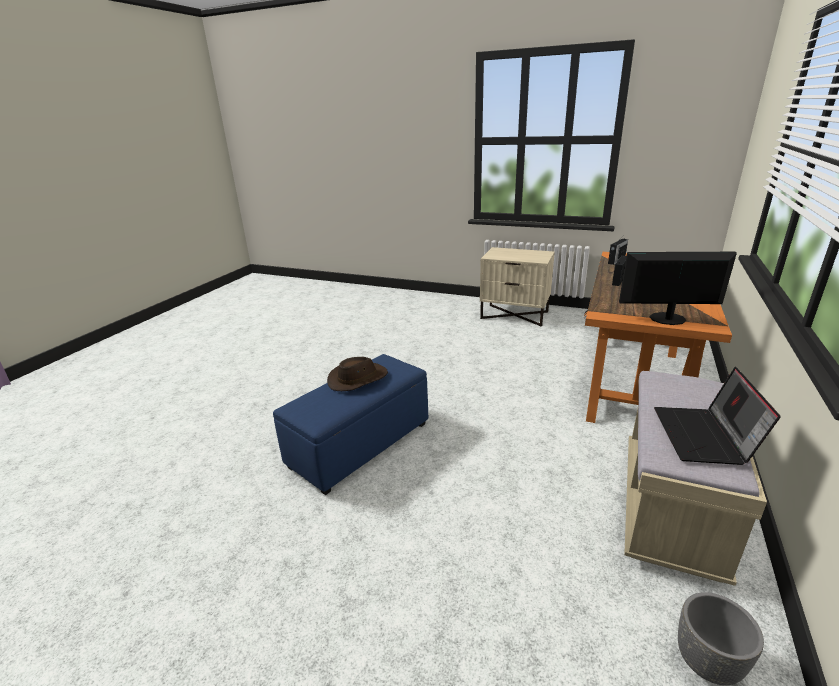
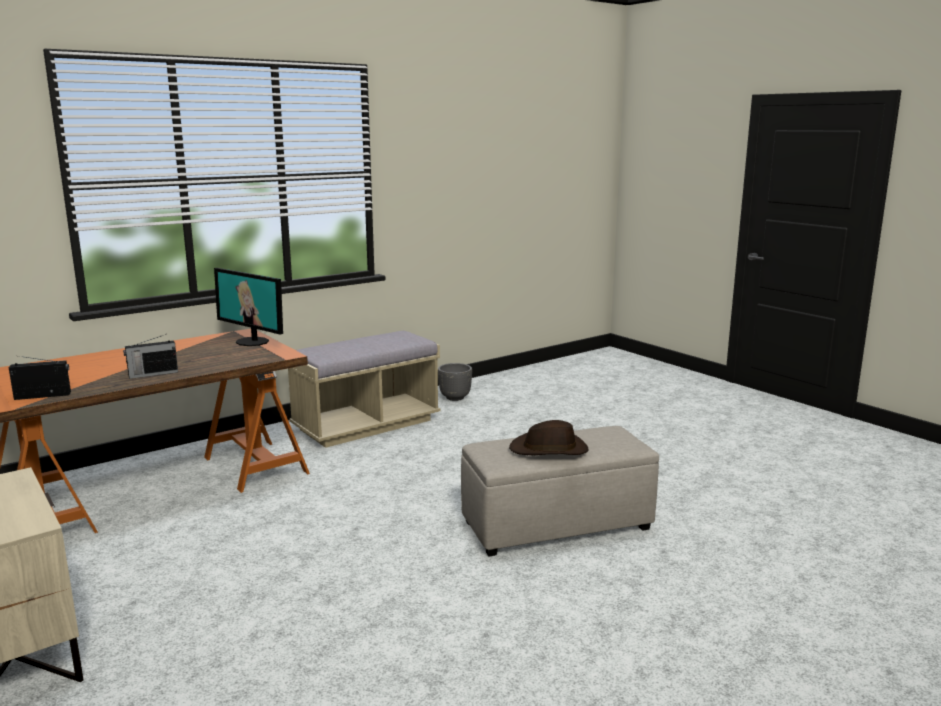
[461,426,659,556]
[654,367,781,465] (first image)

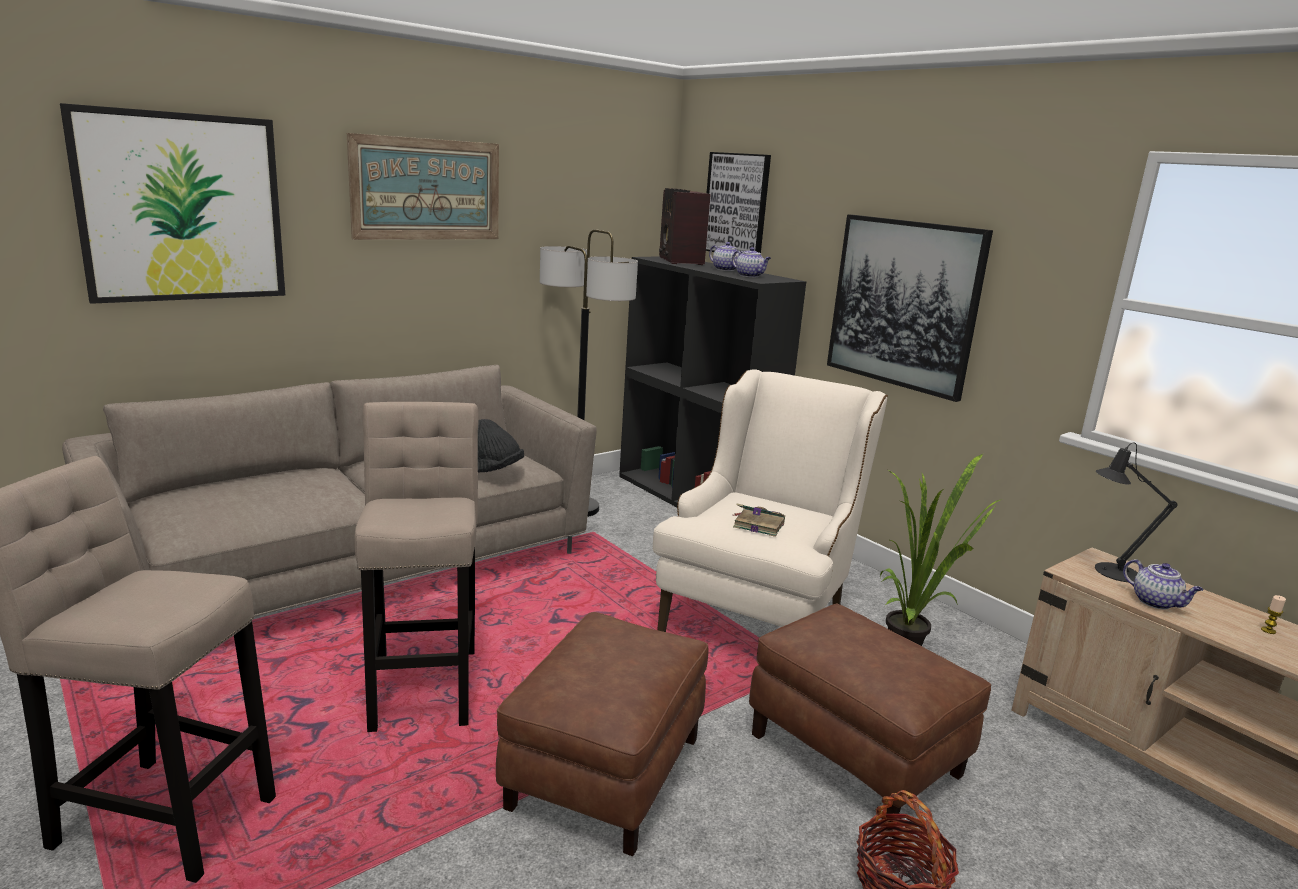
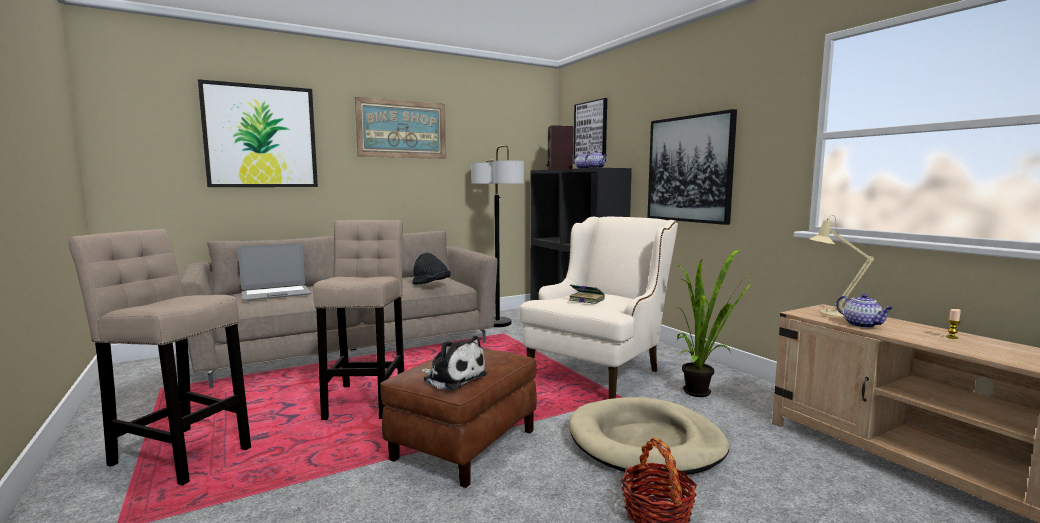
[238,243,311,301]
[420,336,487,390]
[569,397,729,476]
[810,215,874,317]

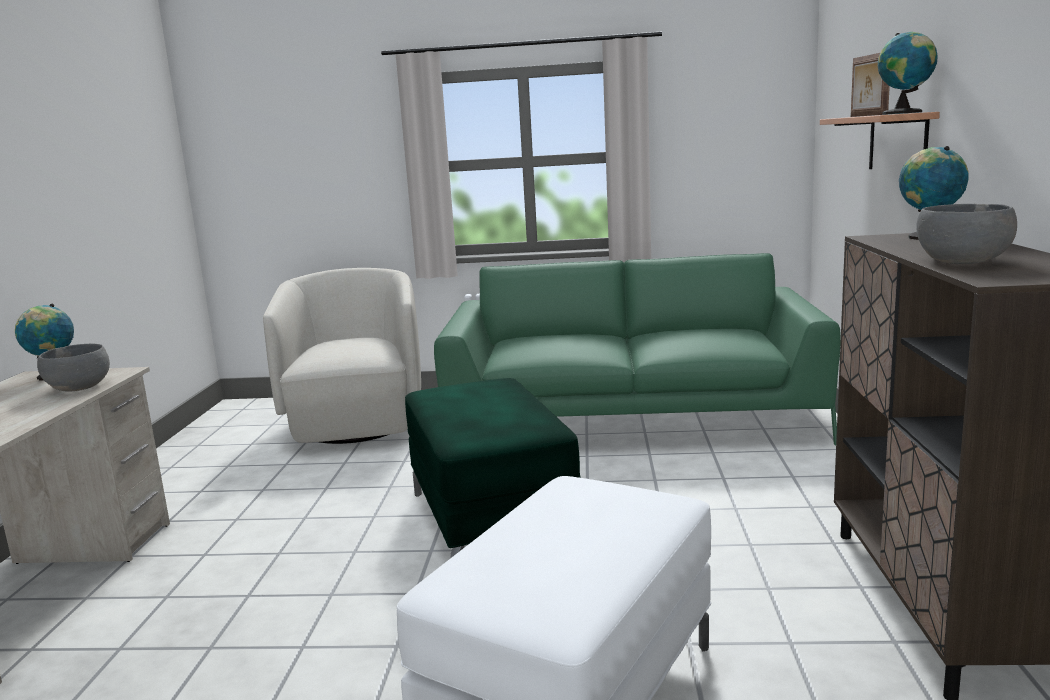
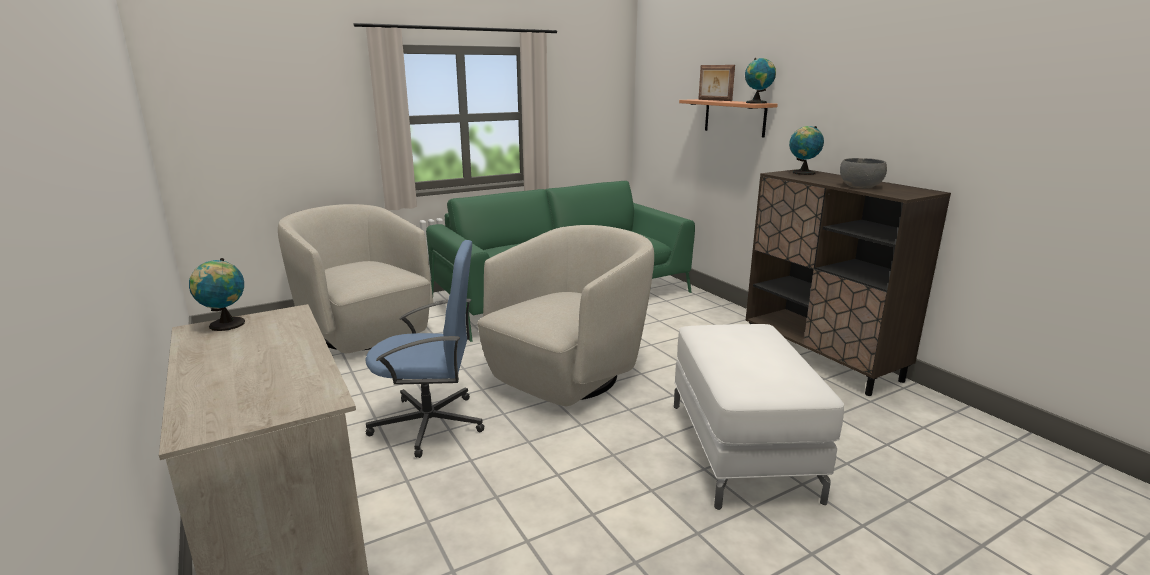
[365,240,485,458]
[477,225,654,406]
[37,344,110,392] (first image)

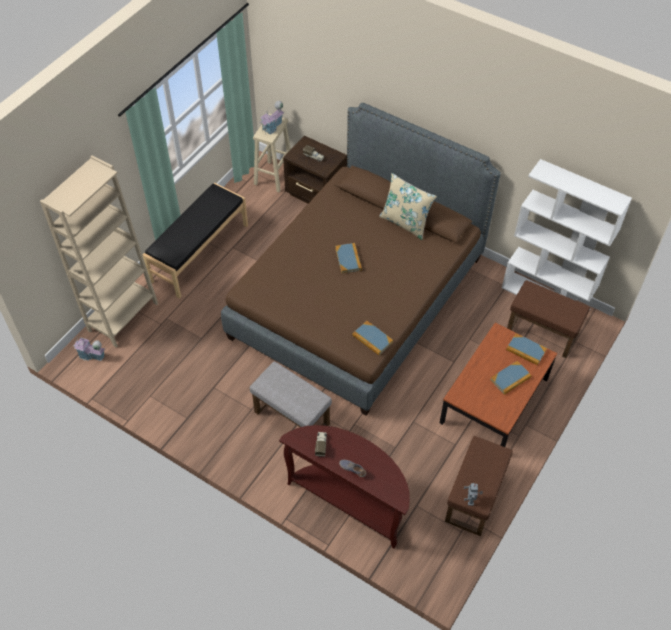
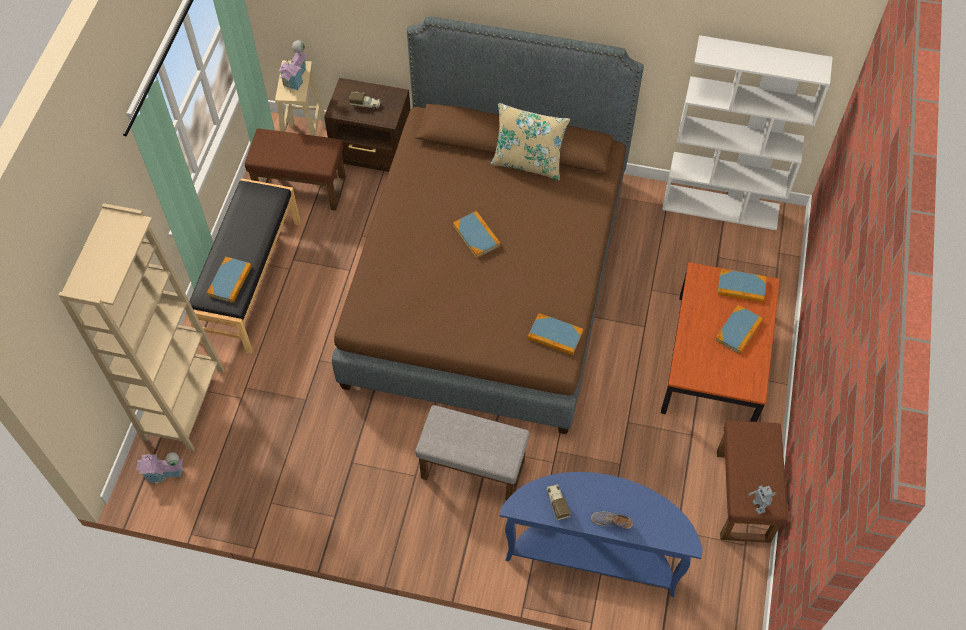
[207,257,252,303]
[245,129,346,211]
[500,472,703,597]

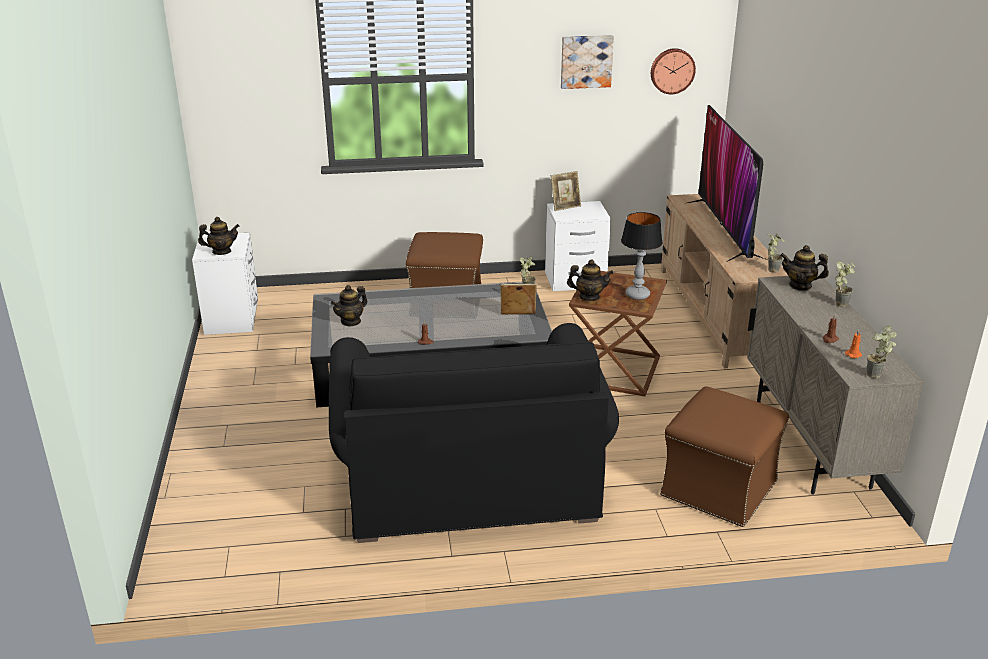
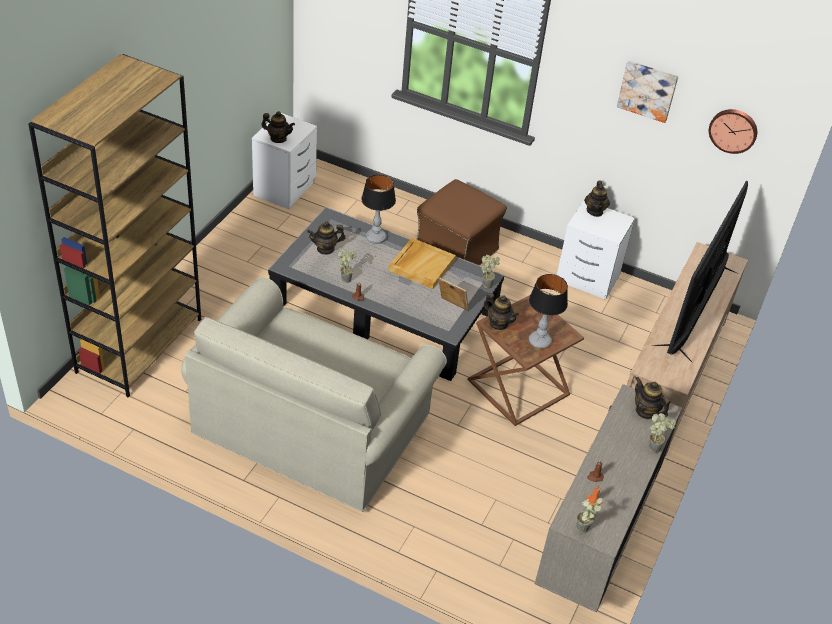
[28,54,201,397]
[181,277,447,512]
[338,249,357,283]
[361,174,396,244]
[388,238,456,289]
[584,181,610,217]
[660,386,789,527] (first image)

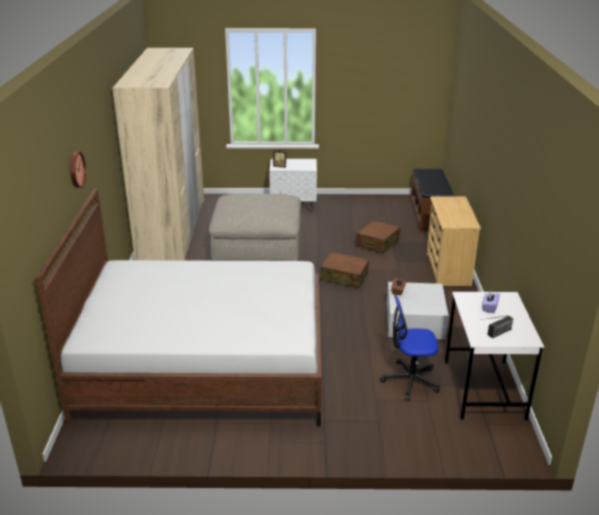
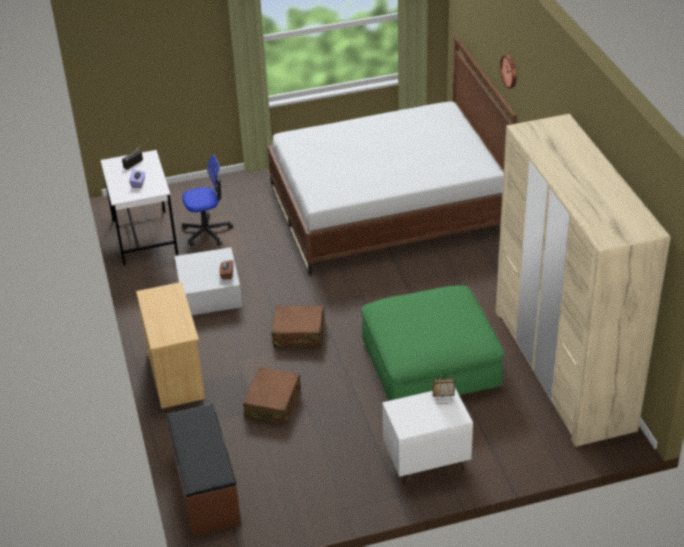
[361,285,504,401]

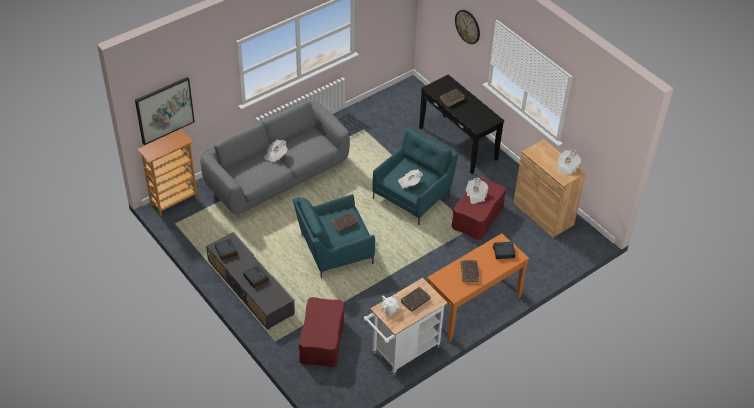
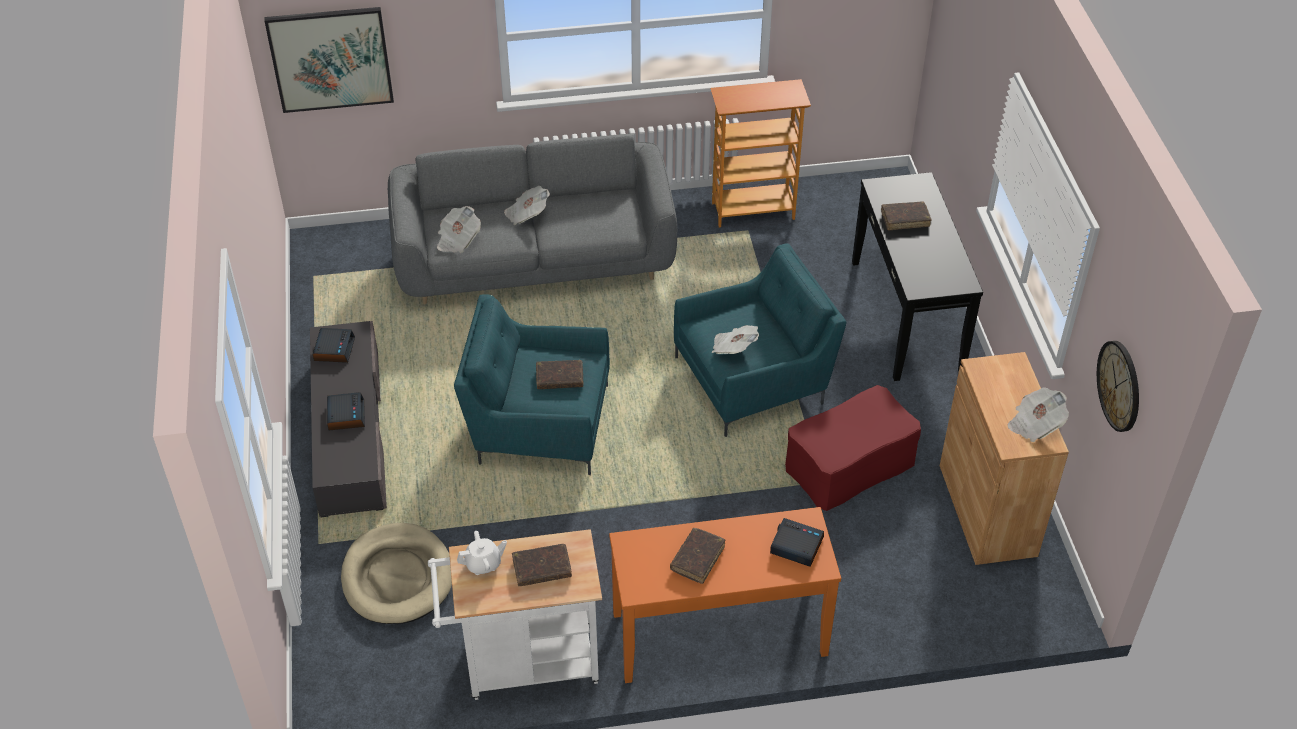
[341,523,452,624]
[437,206,481,253]
[710,79,811,227]
[1097,341,1139,432]

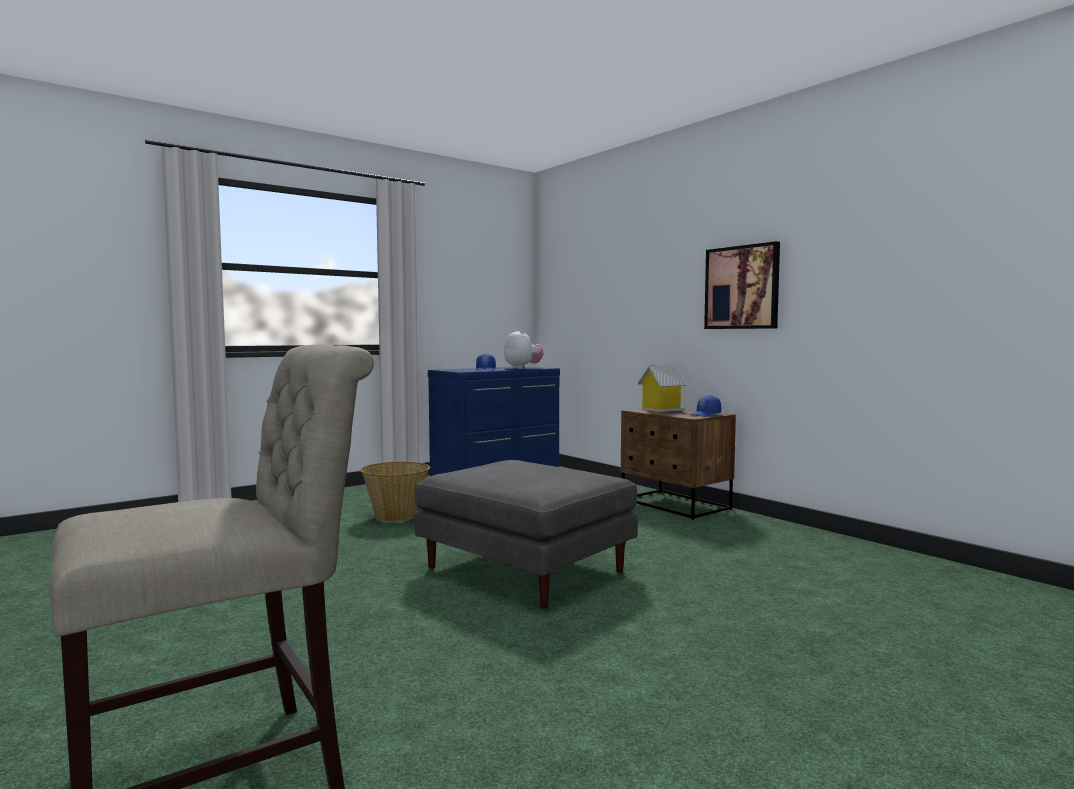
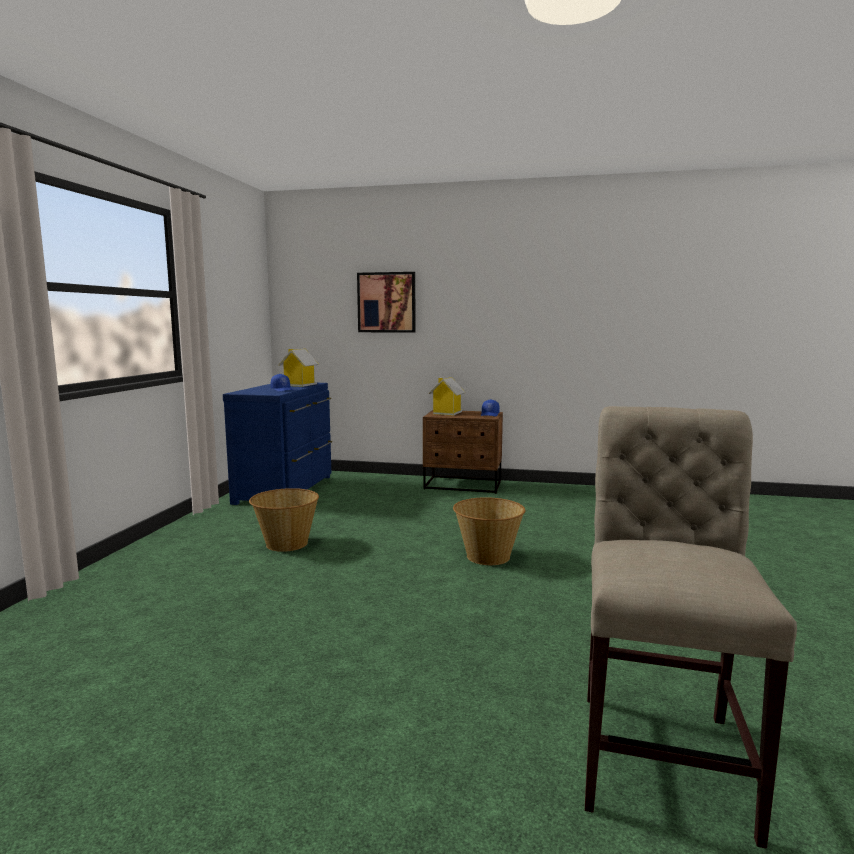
[279,349,319,387]
[357,272,415,333]
[453,497,525,565]

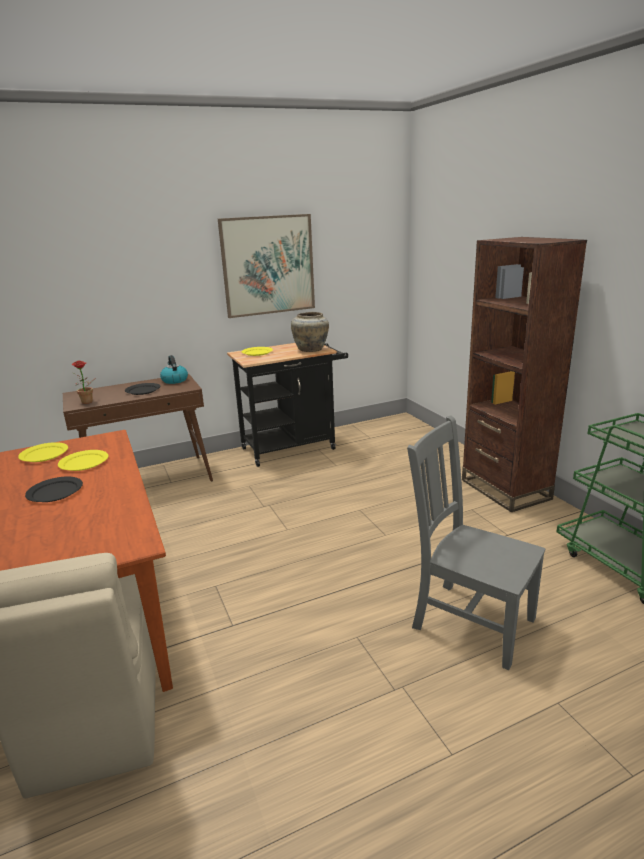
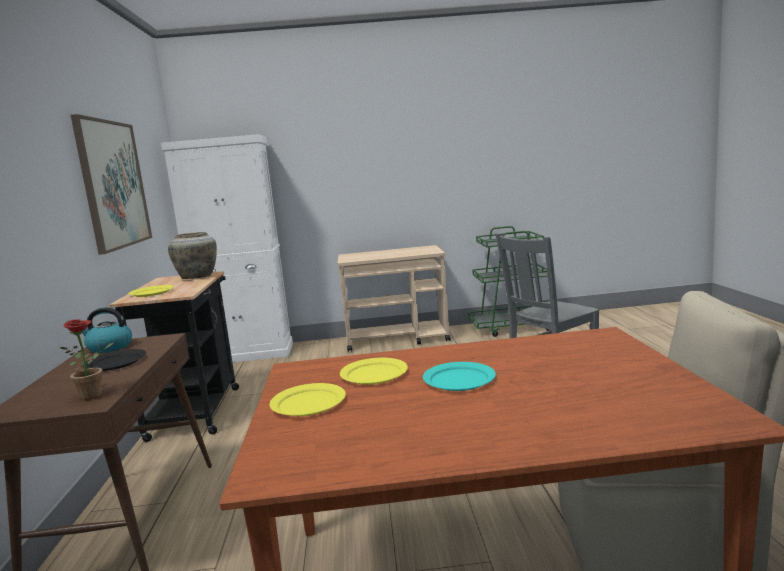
[161,134,293,363]
[337,245,451,352]
[423,362,496,391]

